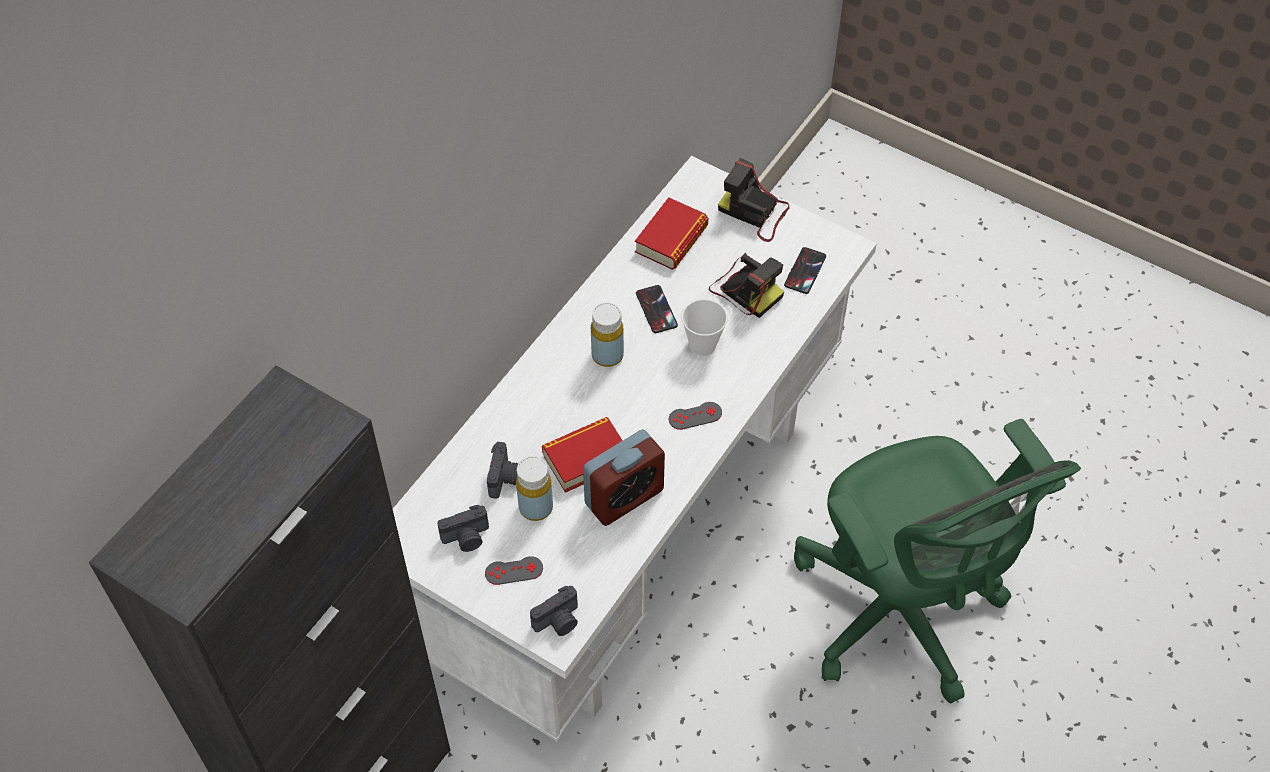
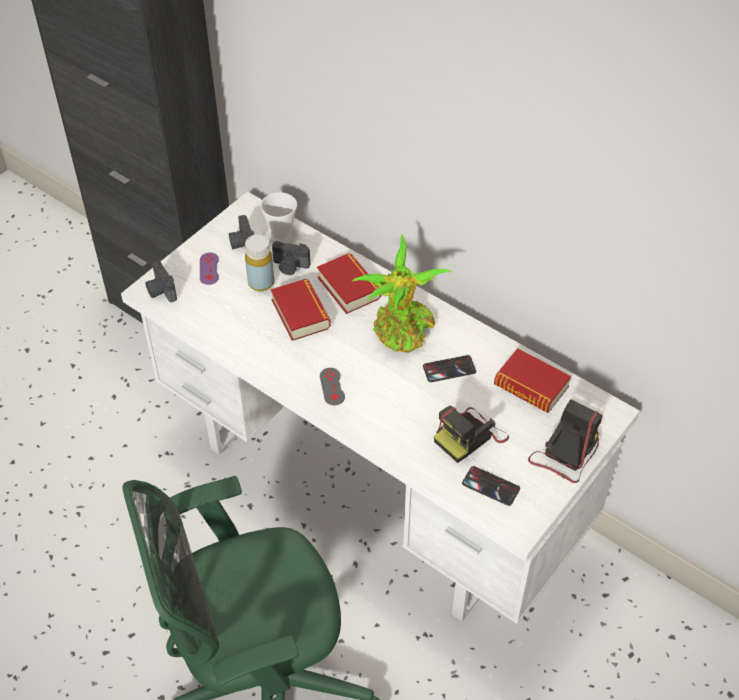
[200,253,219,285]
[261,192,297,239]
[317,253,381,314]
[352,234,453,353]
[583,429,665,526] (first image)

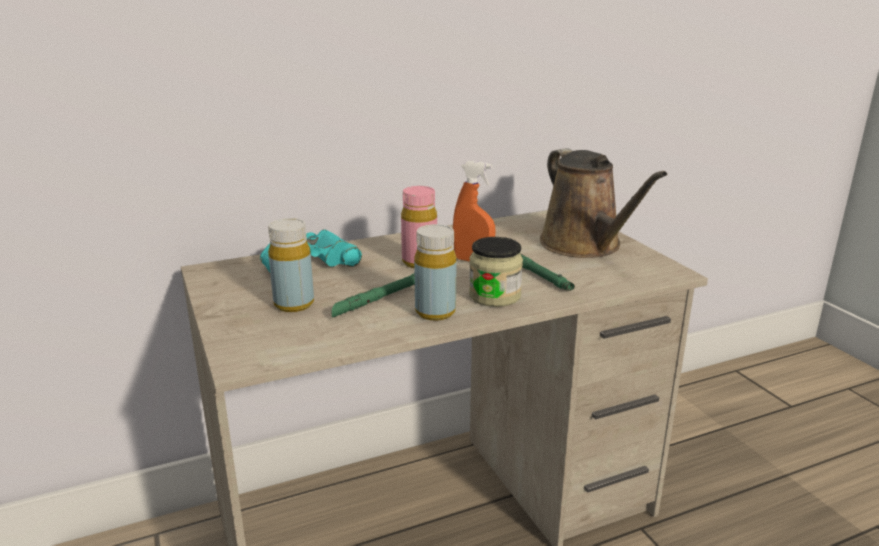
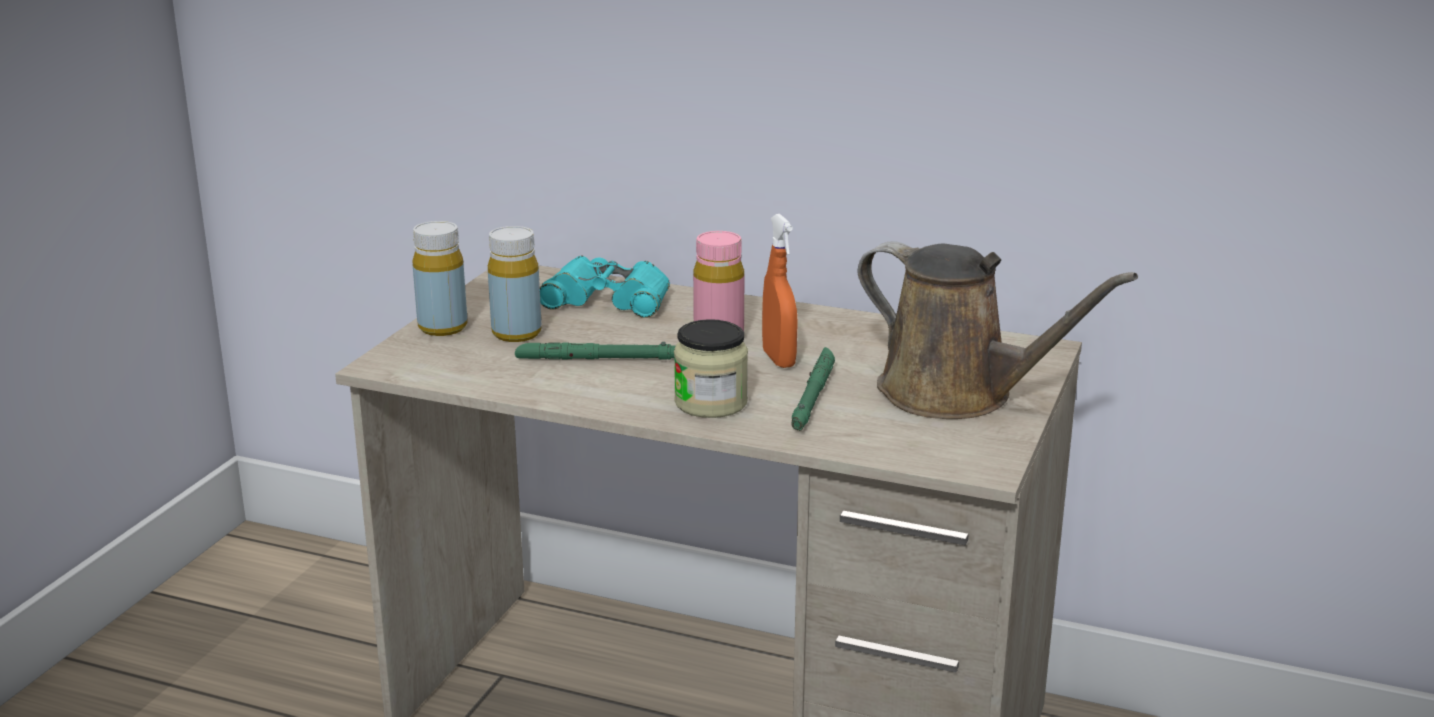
[412,221,467,336]
[857,241,1138,419]

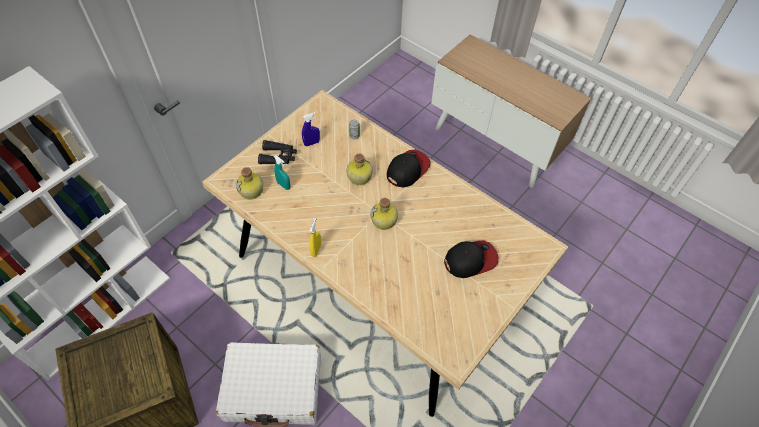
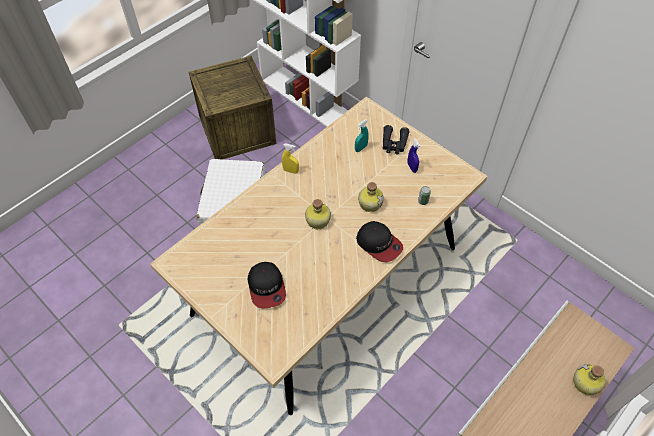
[573,364,606,395]

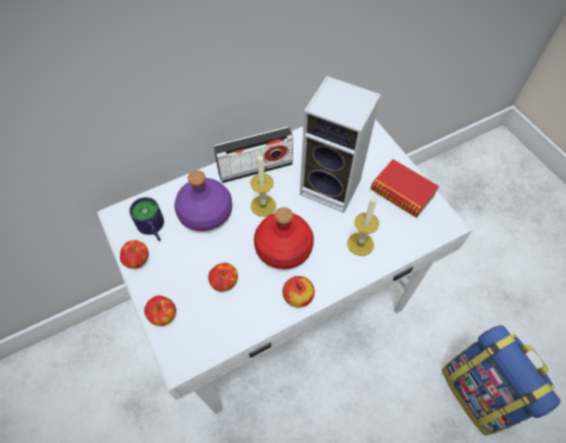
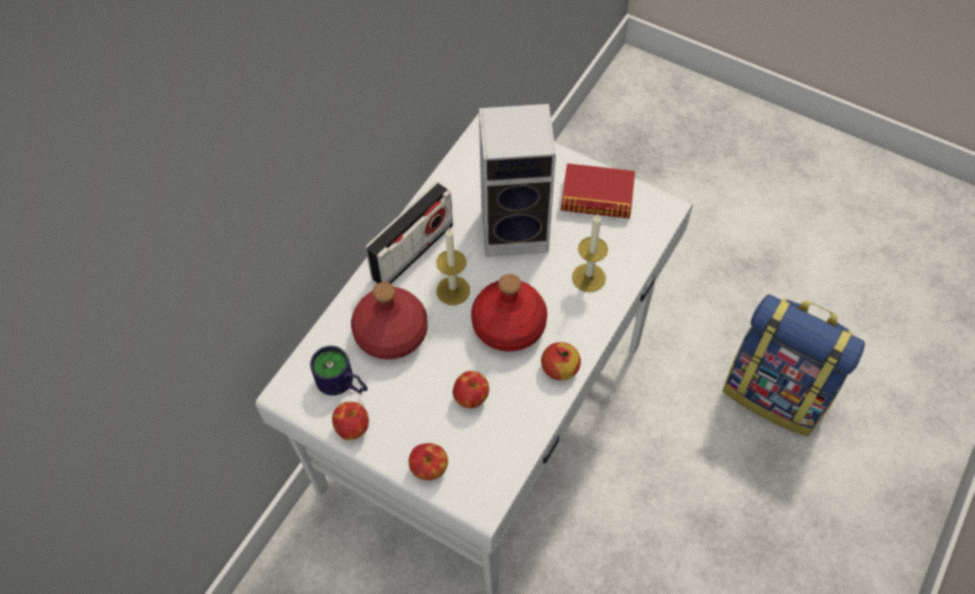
[351,282,428,359]

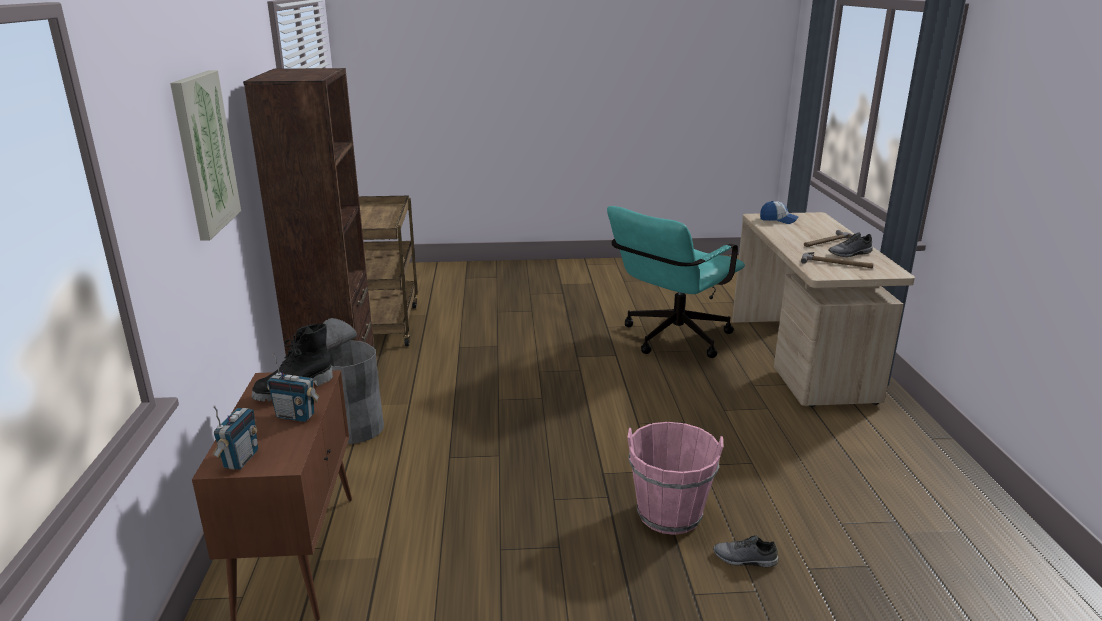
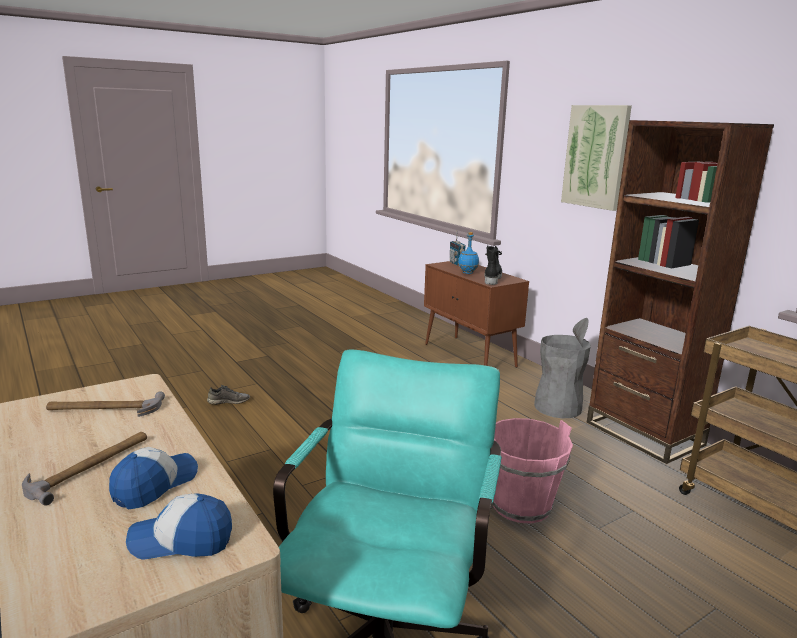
[109,447,198,509]
[458,232,479,274]
[492,418,573,524]
[828,232,873,257] (first image)

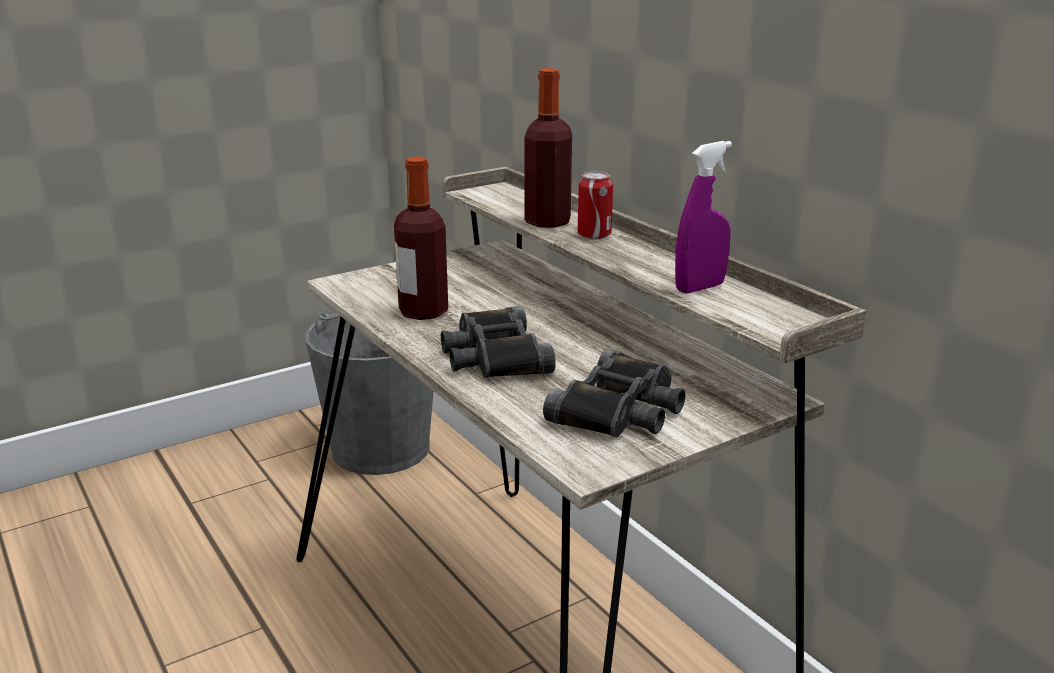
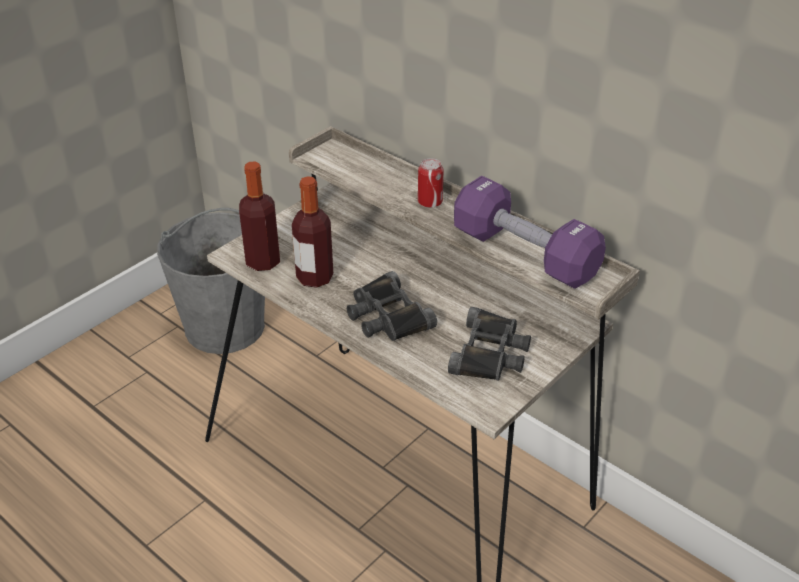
[239,161,280,271]
[454,176,606,289]

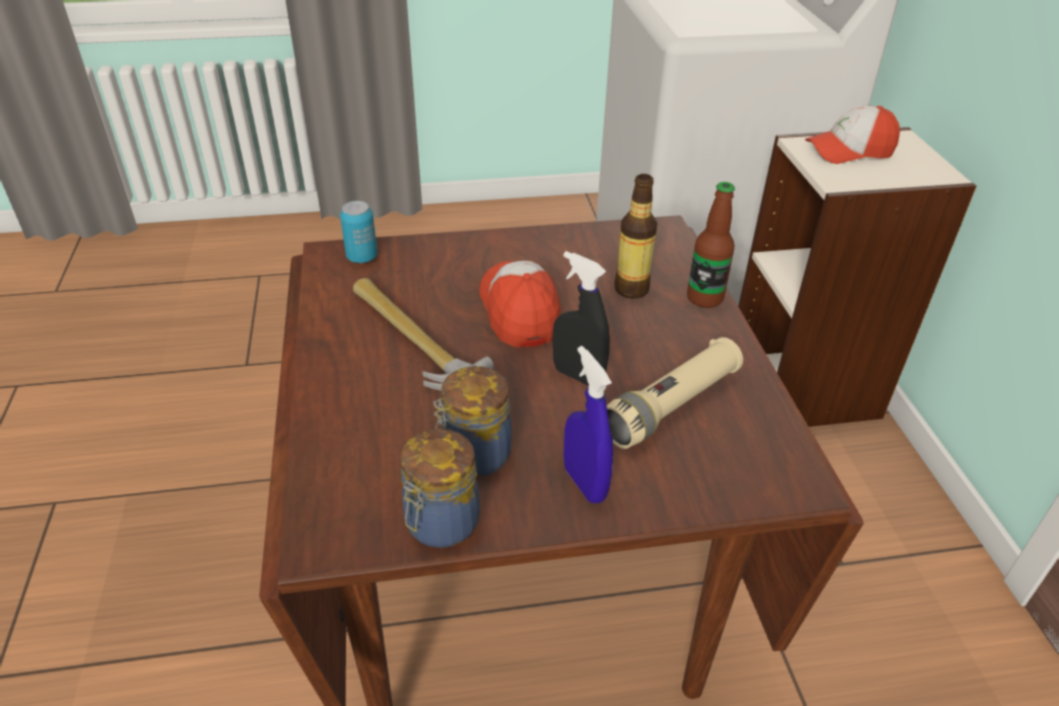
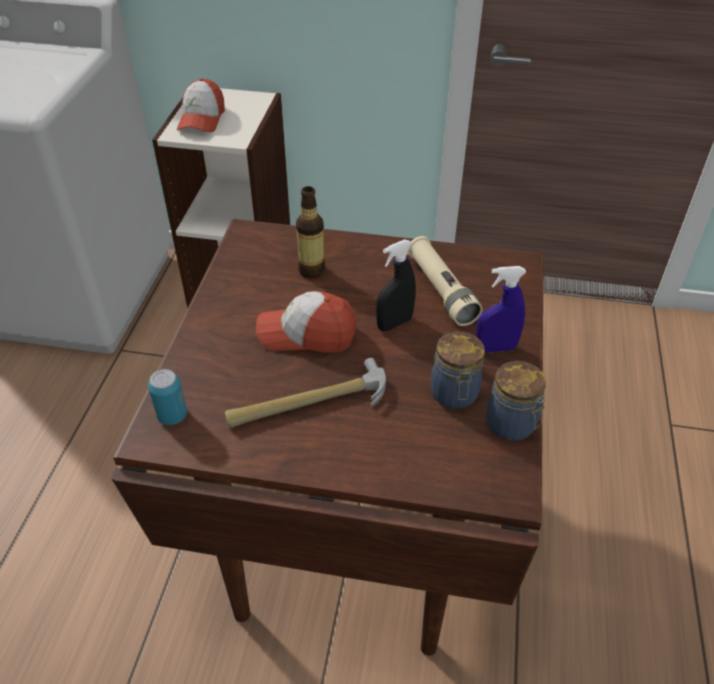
[687,182,735,308] (first image)

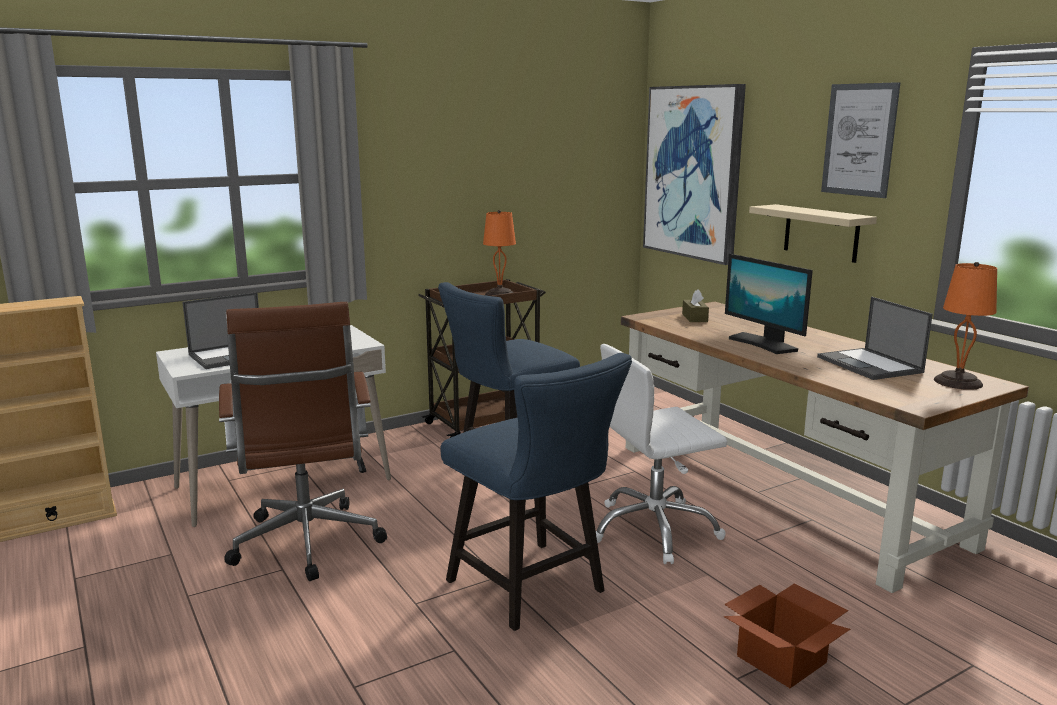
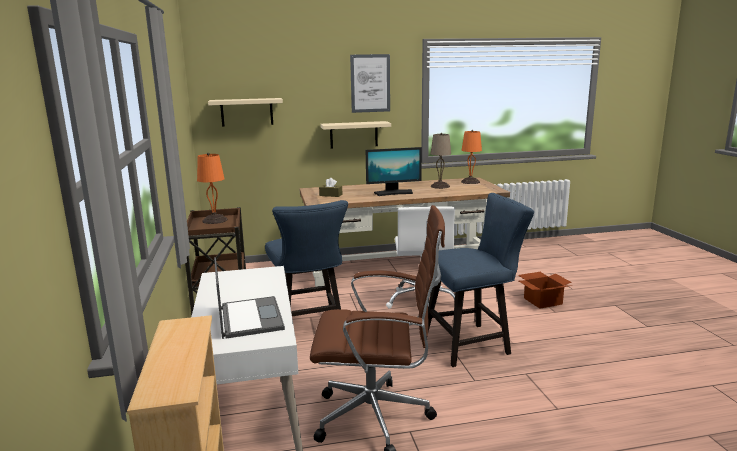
[208,98,283,127]
[430,133,451,189]

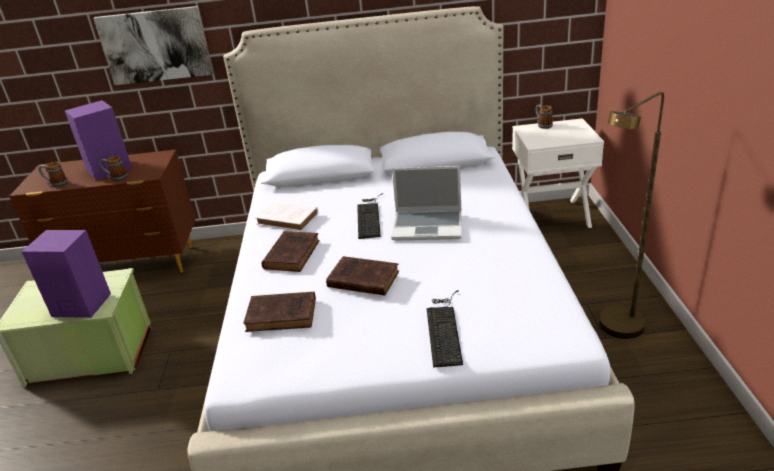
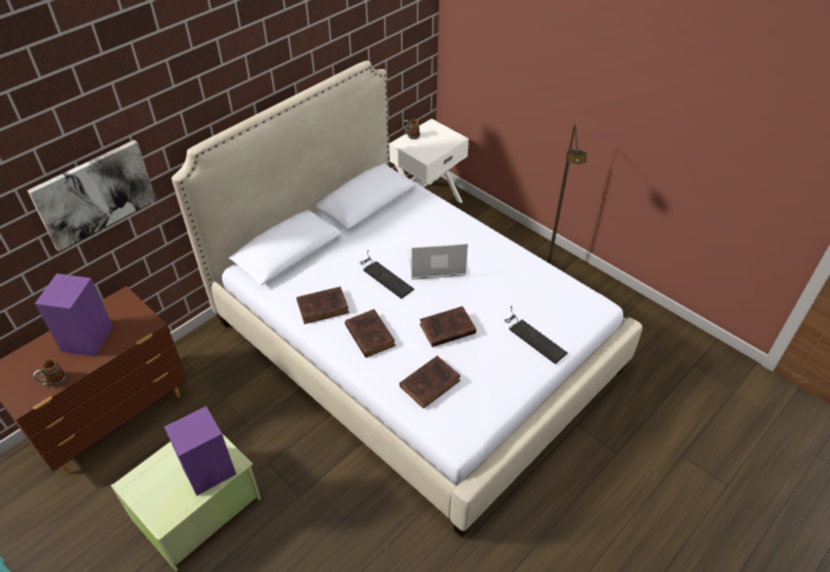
[296,286,349,324]
[408,243,468,279]
[100,156,128,182] (first image)

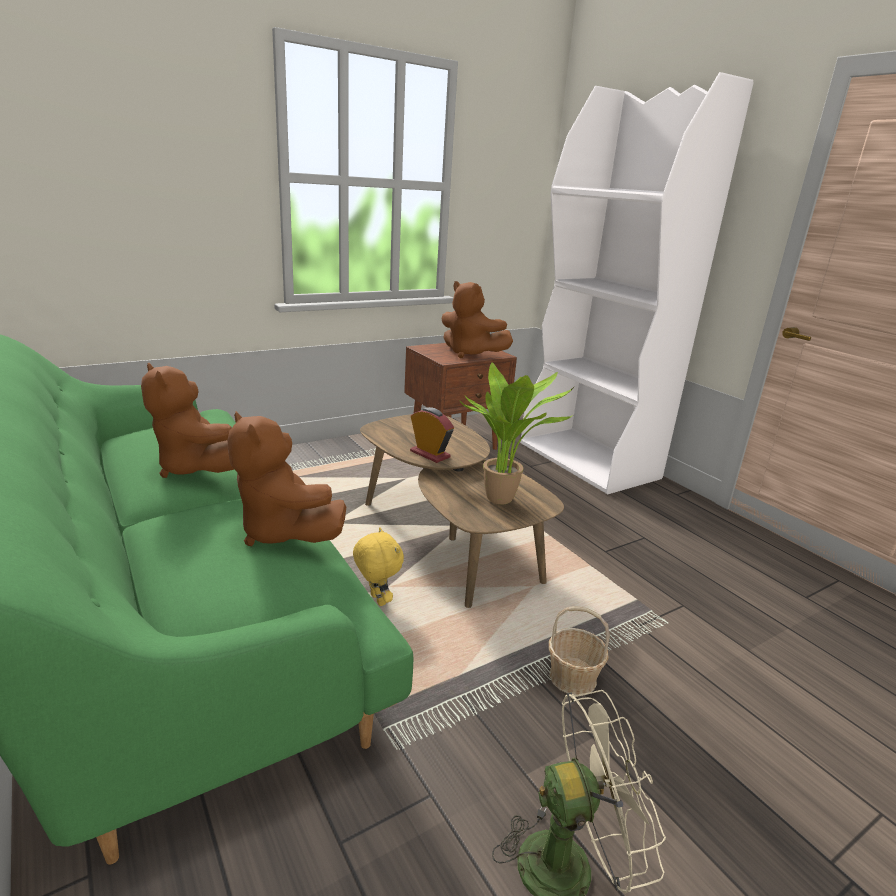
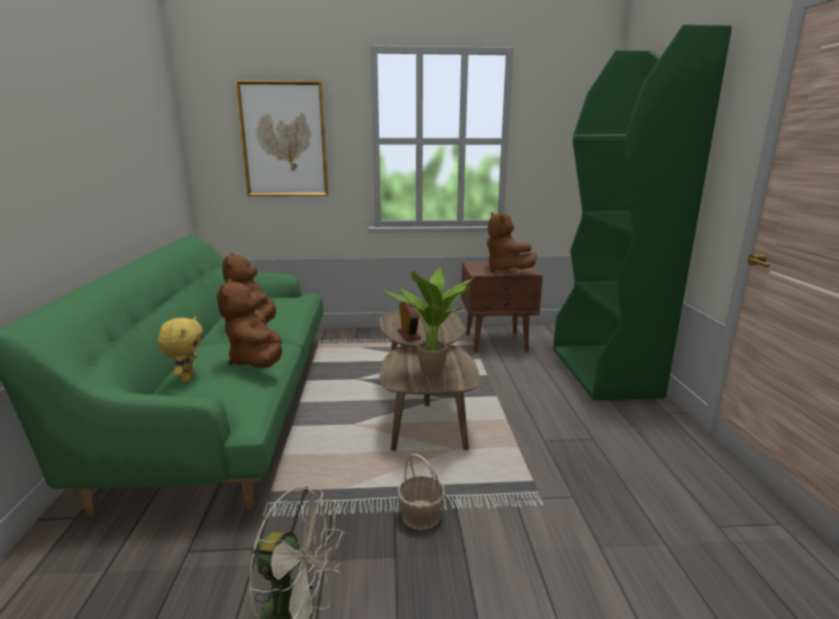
[158,316,203,382]
[235,80,328,196]
[553,25,732,400]

